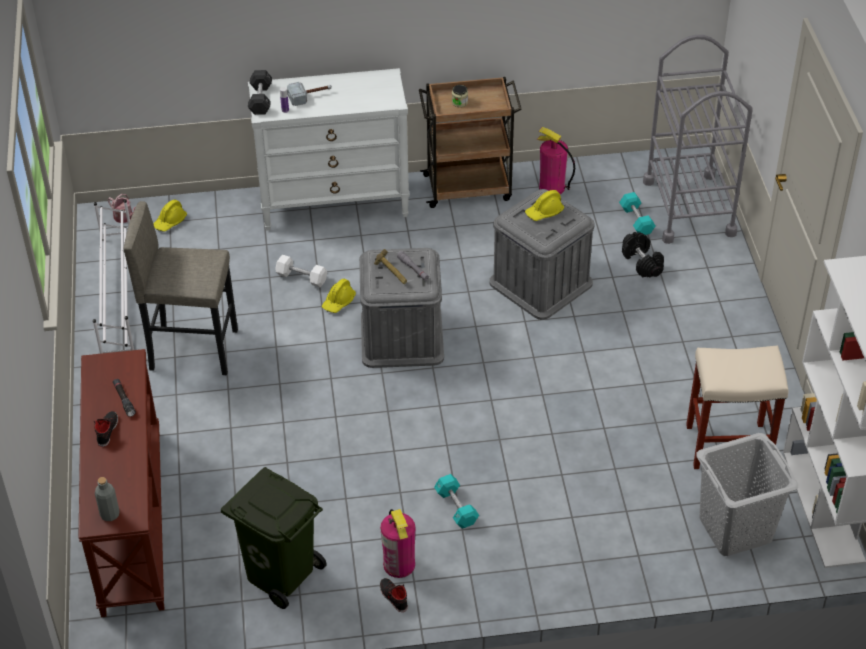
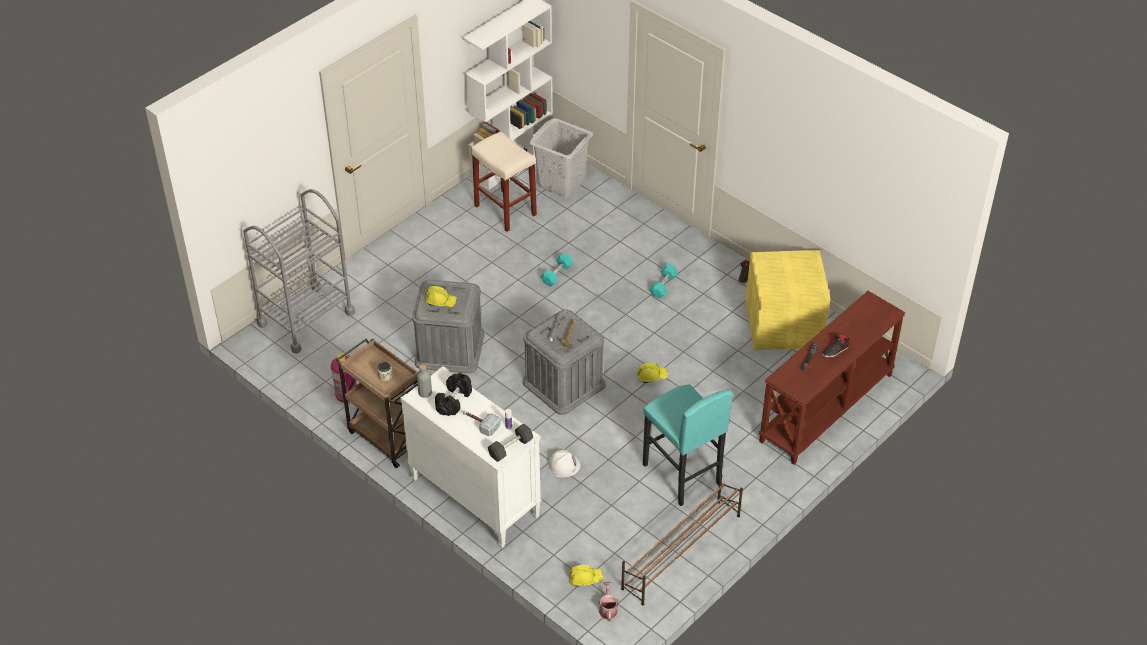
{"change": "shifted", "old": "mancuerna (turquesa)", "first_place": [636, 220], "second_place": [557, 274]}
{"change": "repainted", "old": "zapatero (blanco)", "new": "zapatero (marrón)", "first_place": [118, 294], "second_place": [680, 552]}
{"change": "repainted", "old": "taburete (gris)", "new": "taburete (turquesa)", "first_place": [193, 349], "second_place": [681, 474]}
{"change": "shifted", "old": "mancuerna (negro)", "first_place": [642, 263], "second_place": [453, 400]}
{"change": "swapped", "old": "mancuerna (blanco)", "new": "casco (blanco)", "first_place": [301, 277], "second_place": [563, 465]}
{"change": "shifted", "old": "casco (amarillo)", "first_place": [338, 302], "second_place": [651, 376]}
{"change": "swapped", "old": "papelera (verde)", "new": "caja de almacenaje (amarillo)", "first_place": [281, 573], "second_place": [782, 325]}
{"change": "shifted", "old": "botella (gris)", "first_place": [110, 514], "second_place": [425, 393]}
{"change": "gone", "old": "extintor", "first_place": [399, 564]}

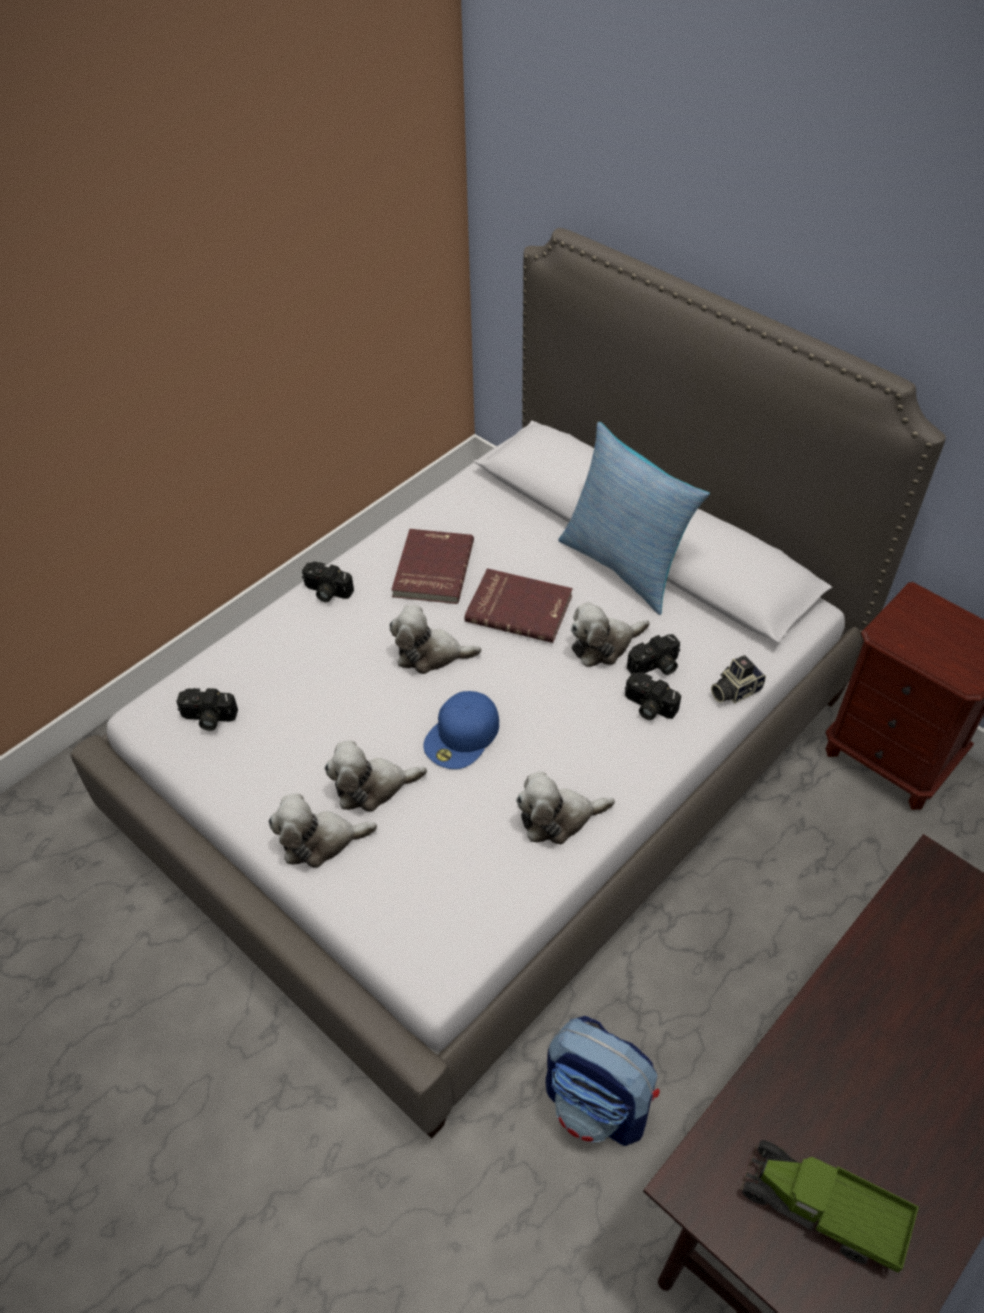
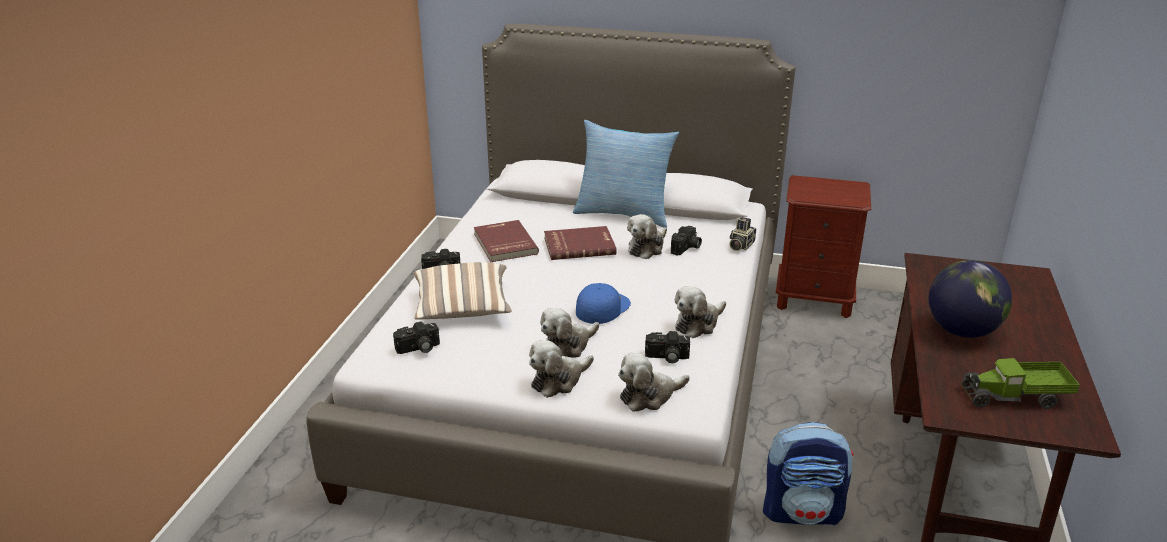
{"change": "shifted", "old": "peluche", "first_place": [430, 654], "second_place": [649, 396]}
{"change": "shifted", "old": "cámara", "first_place": [648, 707], "second_place": [666, 357]}
{"change": "rotated", "old": "gorra (azul)", "first_place": [462, 735], "second_place": [602, 307], "degrees": -150}
{"change": "new", "new": "globo terráqueo", "second_place": [961, 331]}
{"change": "new", "new": "cojín", "second_place": [463, 308]}

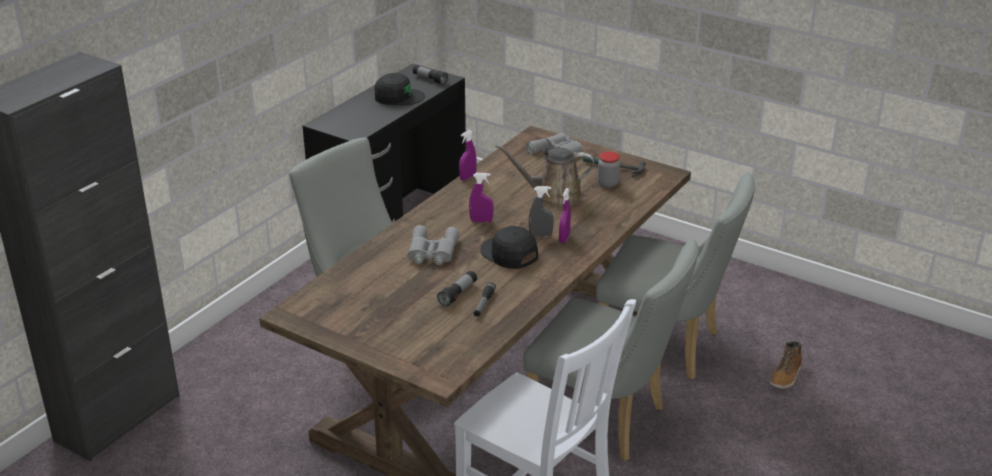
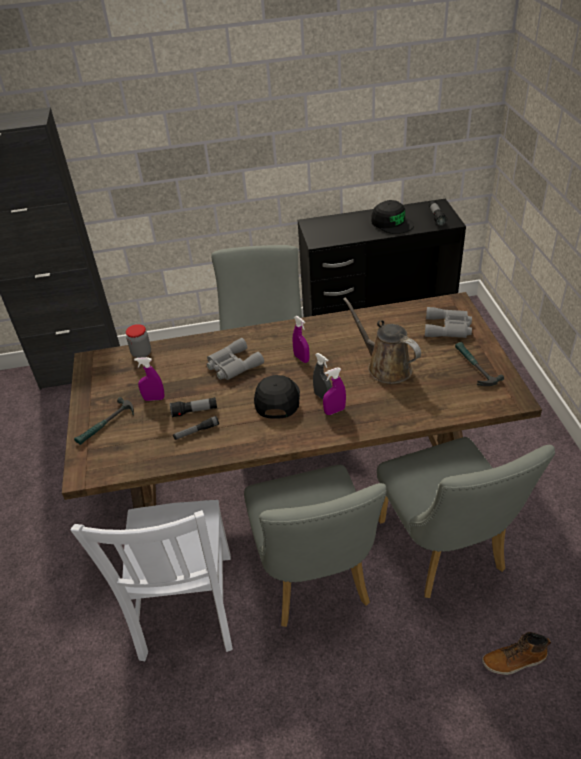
{"change": "shifted", "old": "pulverizador (morado)", "first_place": [467, 177], "second_place": [154, 398]}
{"change": "shifted", "old": "tarro", "first_place": [608, 183], "second_place": [141, 353]}
{"change": "new", "new": "martillo", "second_place": [106, 425]}

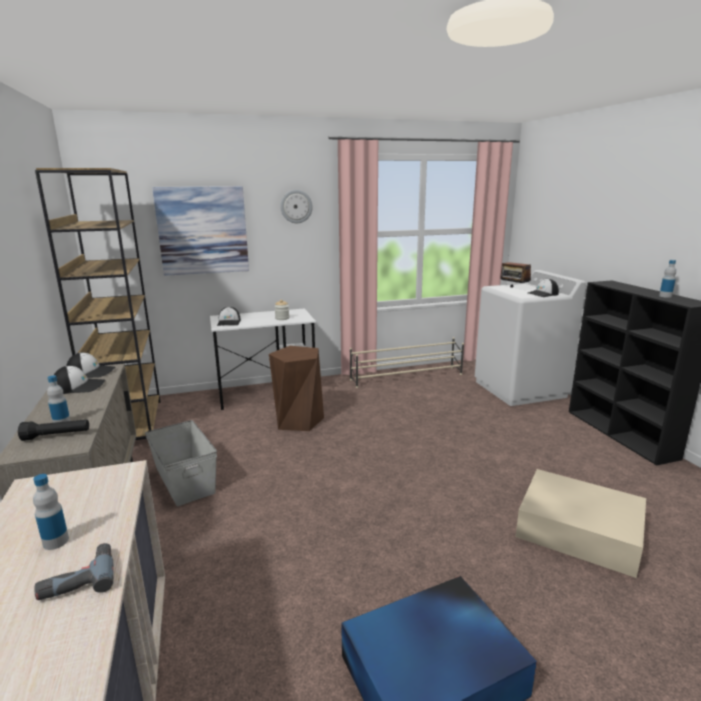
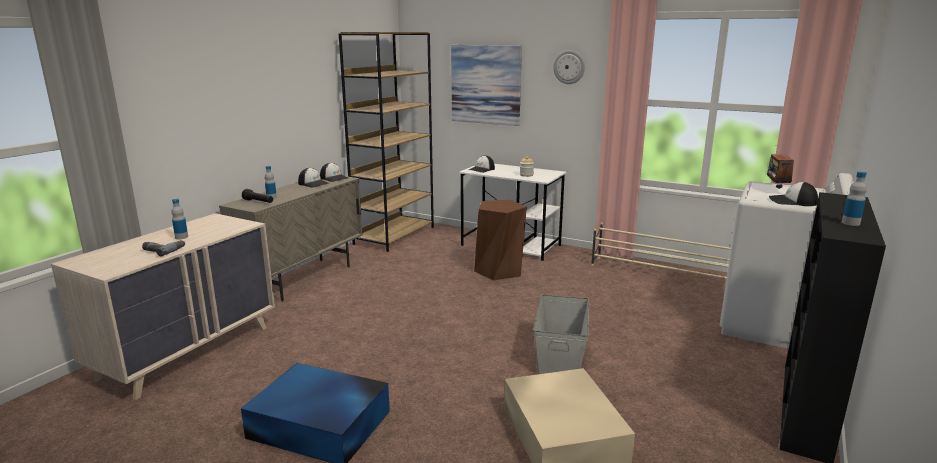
{"change": "shifted", "old": "caja de almacenaje (gris)", "first_place": [185, 479], "second_place": [561, 354]}

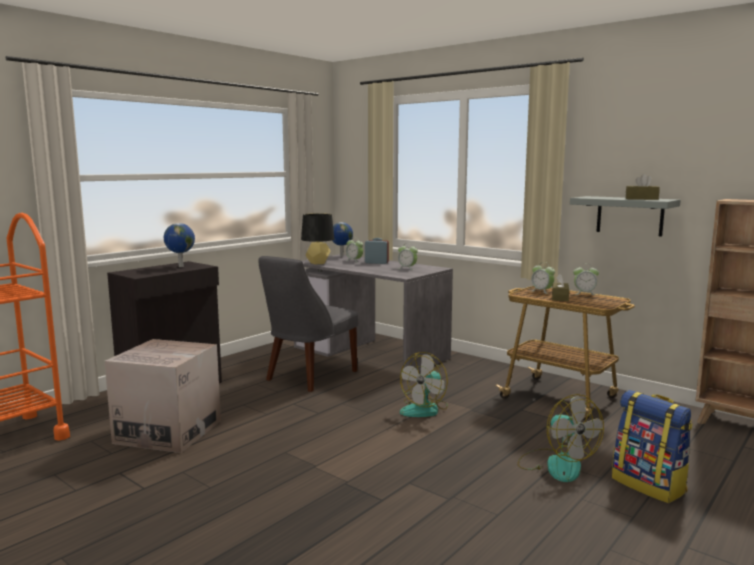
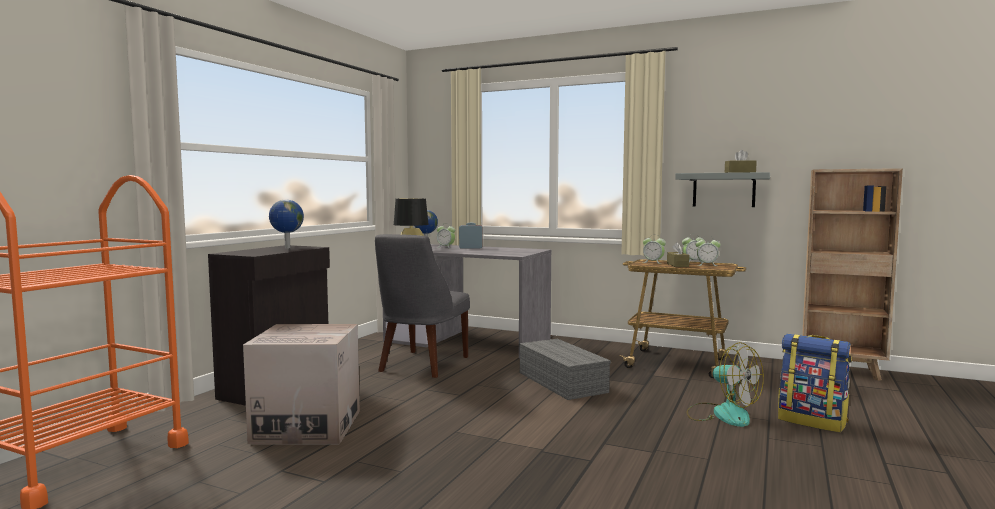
{"change": "shifted", "old": "despertador", "first_place": [407, 268], "second_place": [707, 265]}
{"change": "swapped", "old": "ventilador", "new": "caja de almacenaje (gris)", "first_place": [425, 409], "second_place": [563, 382]}

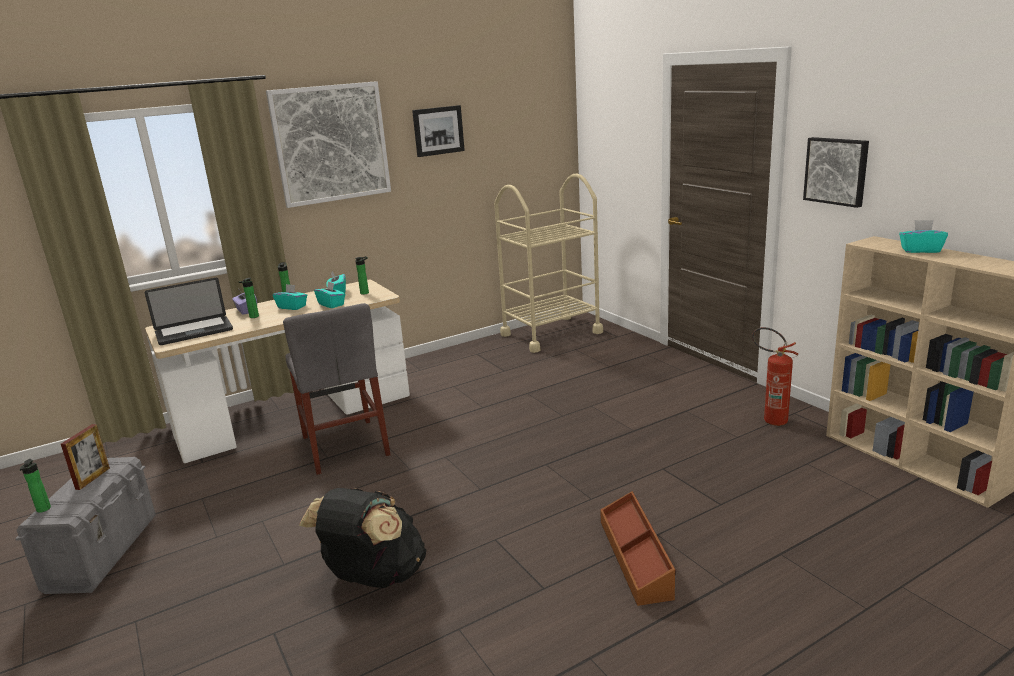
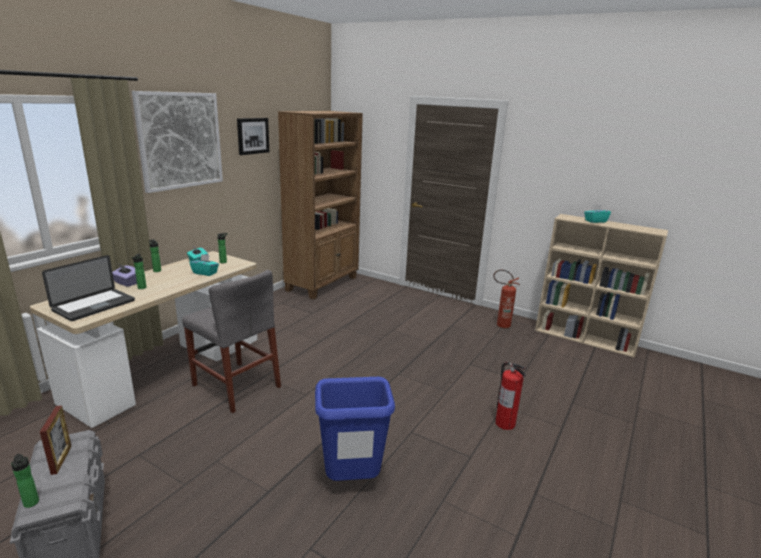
{"change": "gone", "old": "cuadro", "first_place": [837, 171]}
{"change": "swapped", "old": "carrito (beis)", "new": "estantería (marrón)", "first_place": [551, 333], "second_place": [323, 284]}
{"change": "gone", "old": "caja de pañuelos (turquesa)", "first_place": [292, 307]}
{"change": "swapped", "old": "mochila (negro)", "new": "papelera (azul)", "first_place": [373, 577], "second_place": [351, 481]}
{"change": "swapped", "old": "caja de almacenaje (marrón)", "new": "extintor", "first_place": [636, 558], "second_place": [504, 423]}

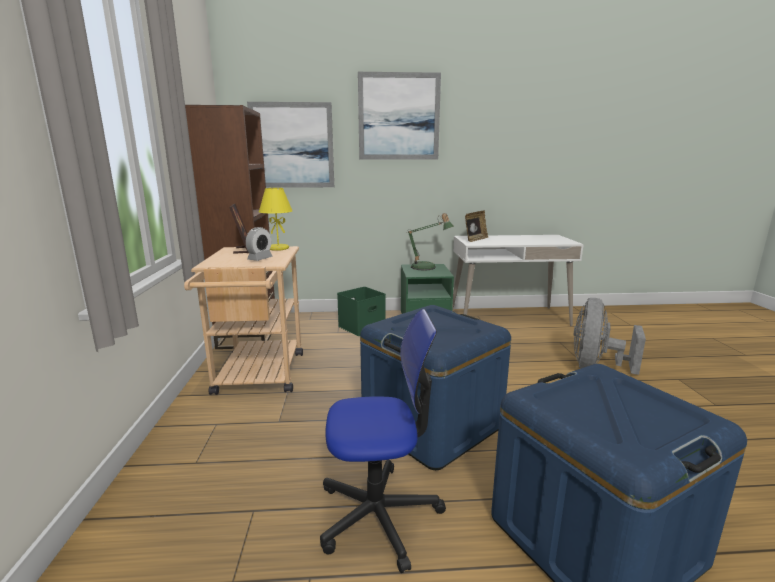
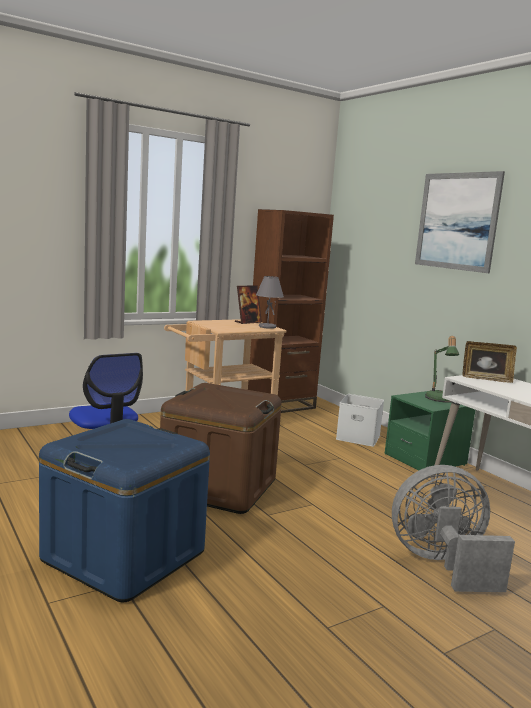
{"change": "gone", "old": "cuadro", "first_place": [292, 145]}
{"change": "repainted", "old": "lámpara de mesa (amarillo)", "new": "lámpara de mesa (gris)", "first_place": [278, 248], "second_place": [267, 327]}
{"change": "gone", "old": "despertador", "first_place": [260, 258]}
{"change": "repainted", "old": "caja de almacenaje (verde)", "new": "caja de almacenaje (blanco)", "first_place": [362, 326], "second_place": [359, 437]}
{"change": "repainted", "old": "caja de almacenaje (azul)", "new": "caja de almacenaje (marrón)", "first_place": [431, 424], "second_place": [218, 487]}

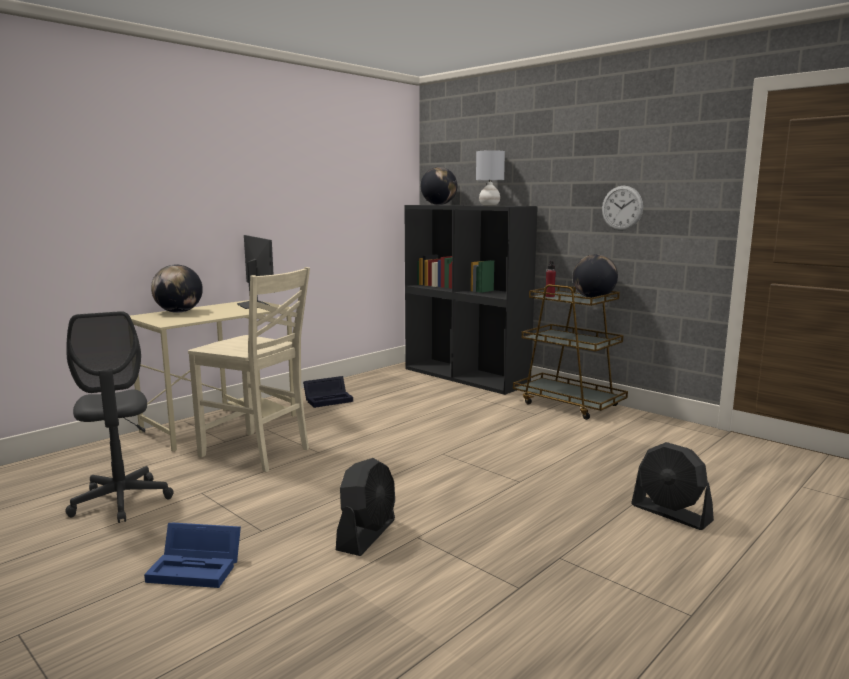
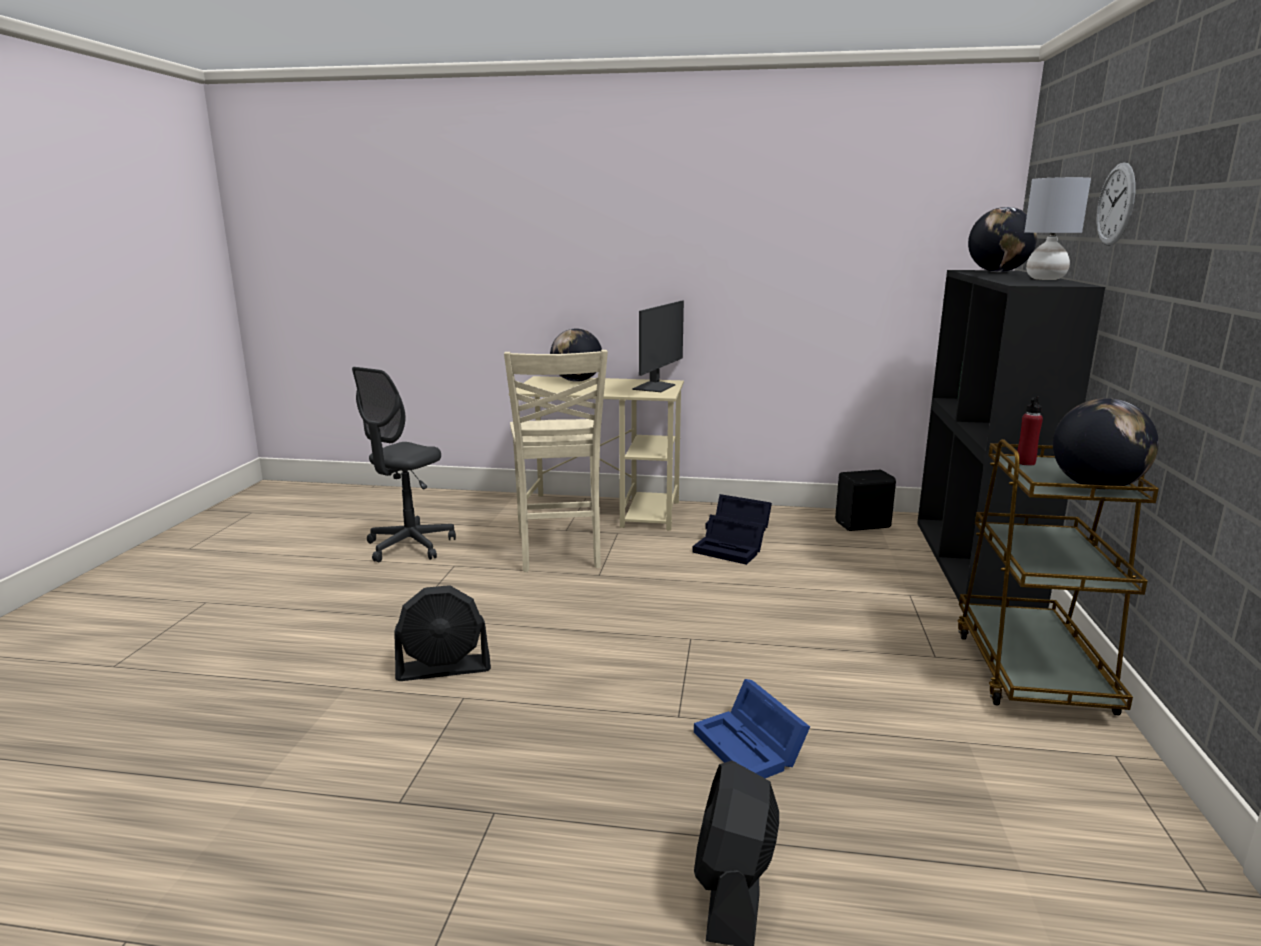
{"change": "shifted", "old": "reloj de pared", "first_place": [622, 208], "second_place": [1116, 204]}
{"change": "shifted", "old": "caja de almacenaje (azul)", "first_place": [198, 568], "second_place": [751, 748]}
{"change": "new", "new": "altavoz (negro)", "second_place": [864, 525]}
{"change": "new", "new": "caja de almacenaje (negro)", "second_place": [730, 550]}

